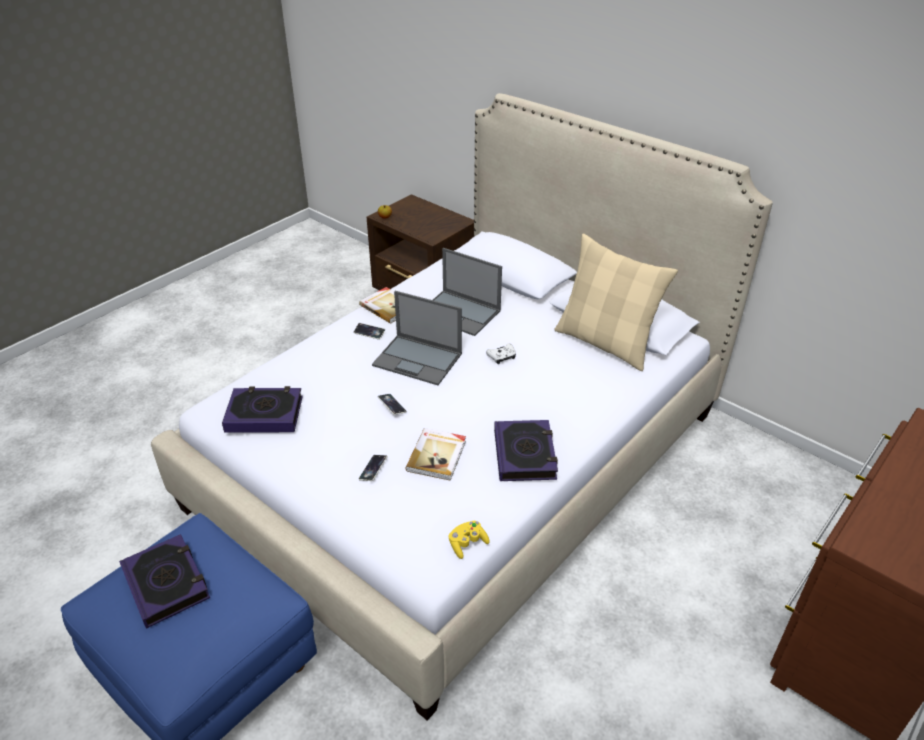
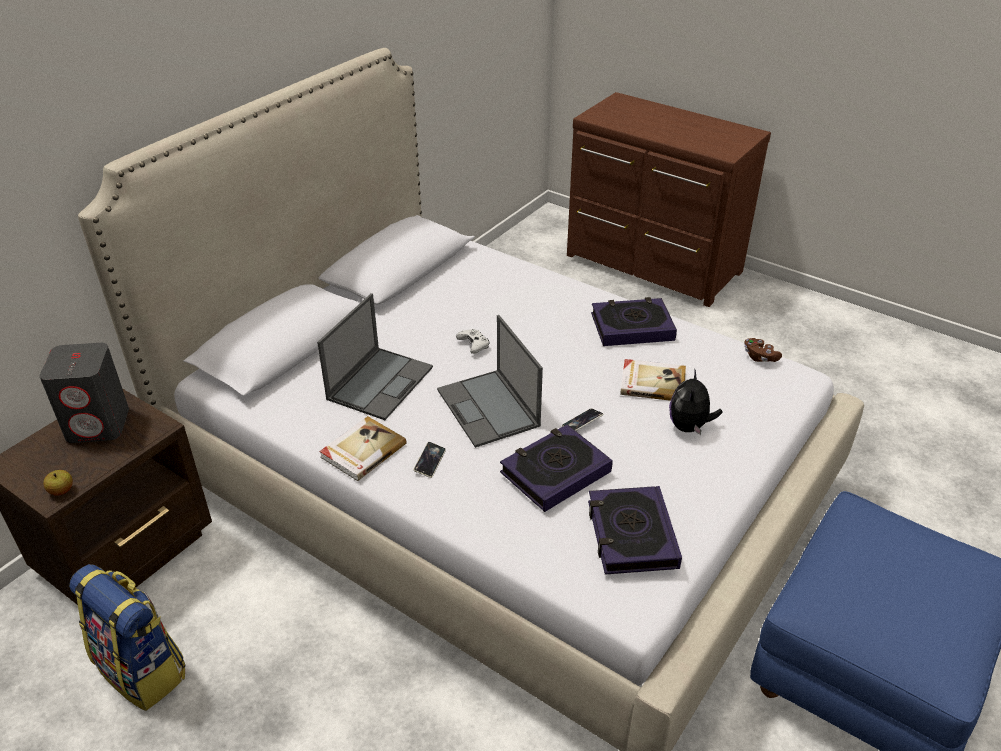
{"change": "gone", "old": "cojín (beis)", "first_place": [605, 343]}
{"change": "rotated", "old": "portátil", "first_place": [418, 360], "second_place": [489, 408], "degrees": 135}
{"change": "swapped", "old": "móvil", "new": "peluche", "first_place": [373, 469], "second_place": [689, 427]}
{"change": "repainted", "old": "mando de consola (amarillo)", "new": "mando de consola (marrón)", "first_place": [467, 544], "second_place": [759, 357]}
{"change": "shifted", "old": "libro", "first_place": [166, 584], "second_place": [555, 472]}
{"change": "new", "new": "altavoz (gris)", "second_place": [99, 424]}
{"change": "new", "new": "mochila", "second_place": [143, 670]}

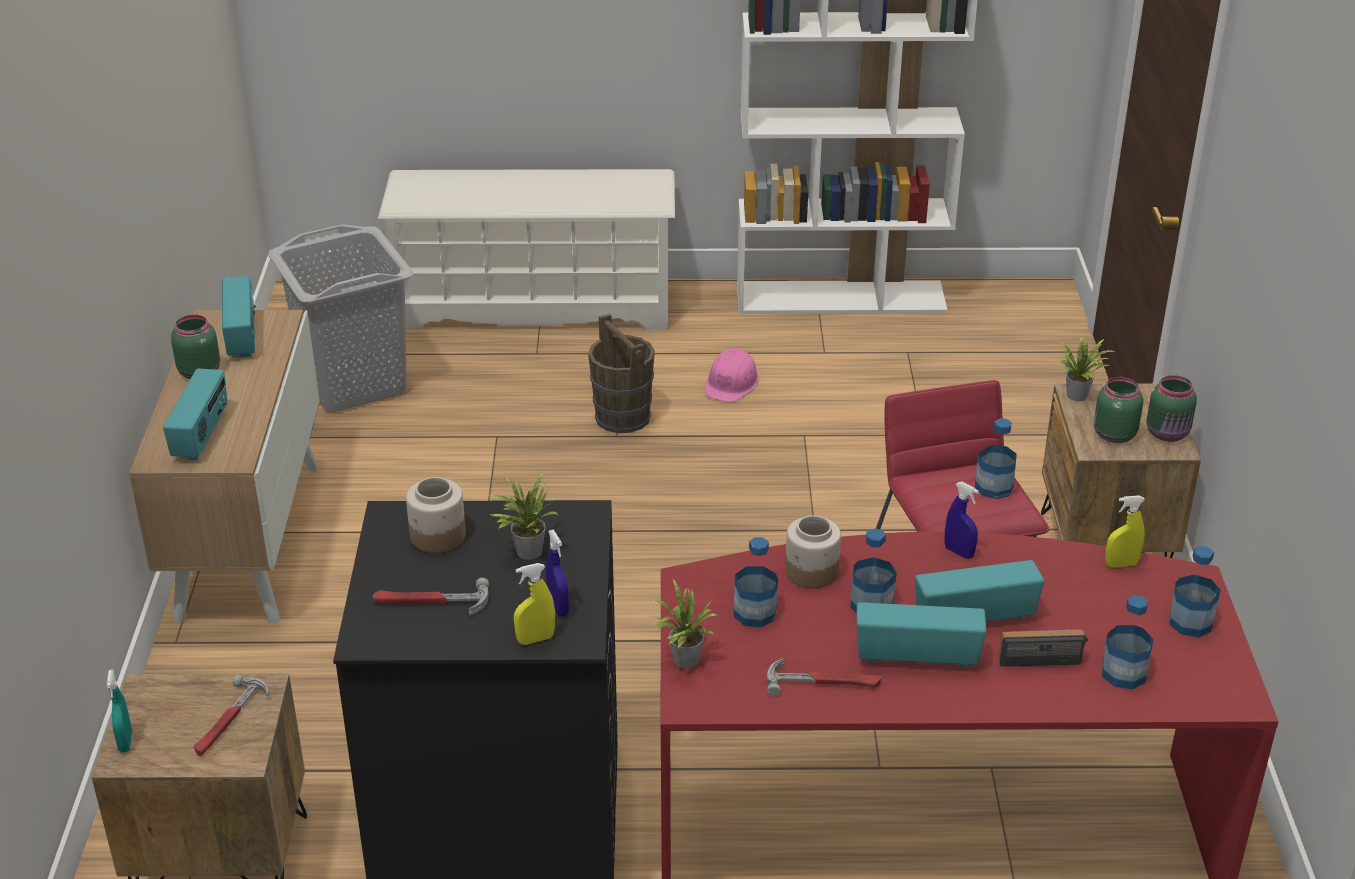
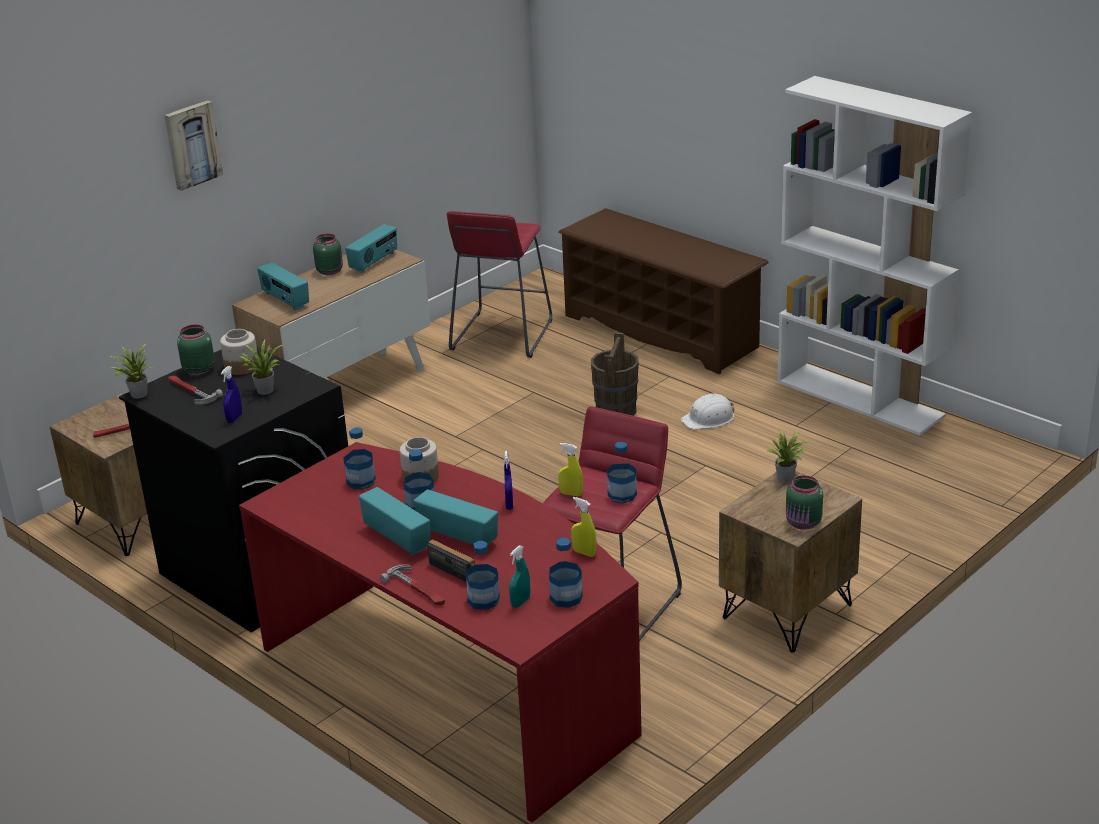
{"change": "repainted", "old": "zapatero (blanco)", "new": "zapatero (marrón)", "first_place": [535, 305], "second_place": [662, 331]}
{"change": "swapped", "old": "cesto de la ropa (gris)", "new": "taburete (rojo)", "first_place": [354, 384], "second_place": [502, 335]}
{"change": "repainted", "old": "casco (rosa)", "new": "casco (blanco)", "first_place": [731, 383], "second_place": [709, 419]}
{"change": "rotated", "old": "radio", "first_place": [202, 435], "second_place": [285, 300], "degrees": 90}
{"change": "shifted", "old": "tarro (verde)", "first_place": [1113, 435], "second_place": [198, 369]}
{"change": "shifted", "old": "pulverizador (amarillo)", "first_place": [535, 639], "second_place": [571, 494]}
{"change": "shifted", "old": "planta en maceta", "first_place": [682, 660], "second_place": [137, 394]}
{"change": "shifted", "old": "martillo", "first_place": [823, 682], "second_place": [417, 589]}
{"change": "shifted", "old": "pulverizador (turquesa)", "first_place": [125, 742], "second_place": [520, 602]}
{"change": "new", "new": "cuadro", "second_place": [192, 144]}

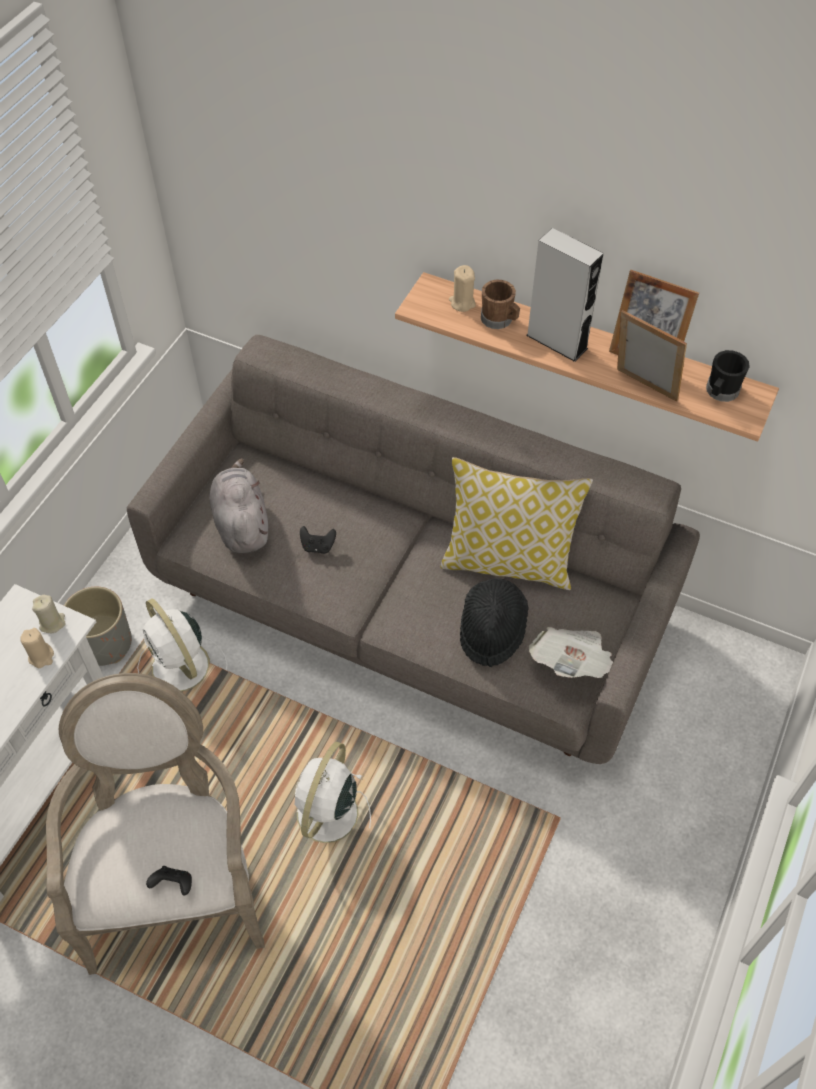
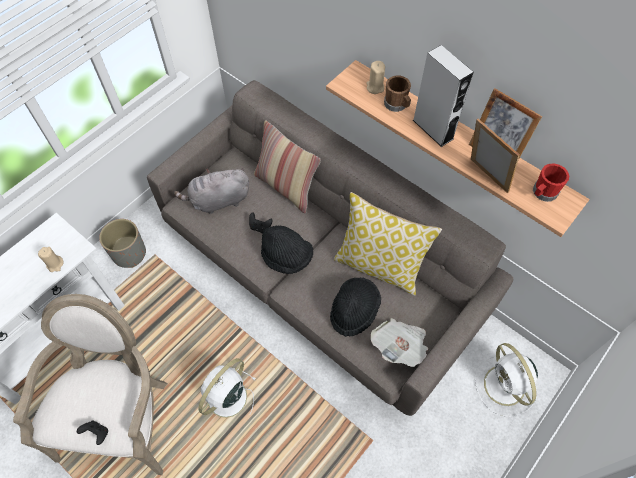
{"change": "repainted", "old": "taza grande (negro)", "new": "taza grande (rojo)", "first_place": [720, 392], "second_place": [543, 193]}
{"change": "rotated", "old": "peluche (gris)", "first_place": [241, 523], "second_place": [218, 201], "degrees": -105}
{"change": "gone", "old": "vela (beis)", "first_place": [52, 623]}
{"change": "shifted", "old": "ventilador (blanco)", "first_place": [182, 669], "second_place": [505, 387]}
{"change": "new", "new": "cojín", "second_place": [286, 187]}
{"change": "new", "new": "sombrero (negro)", "second_place": [287, 257]}

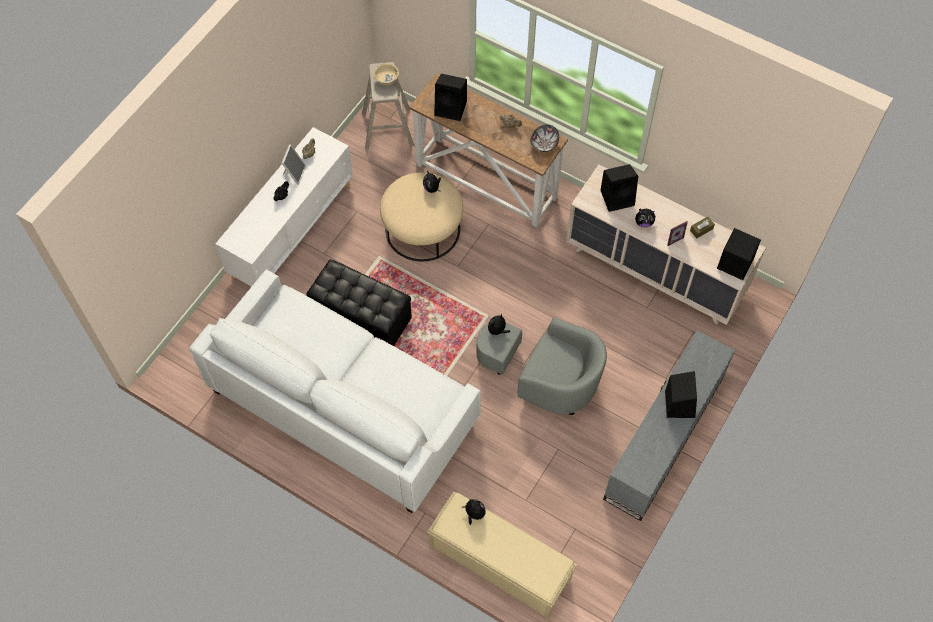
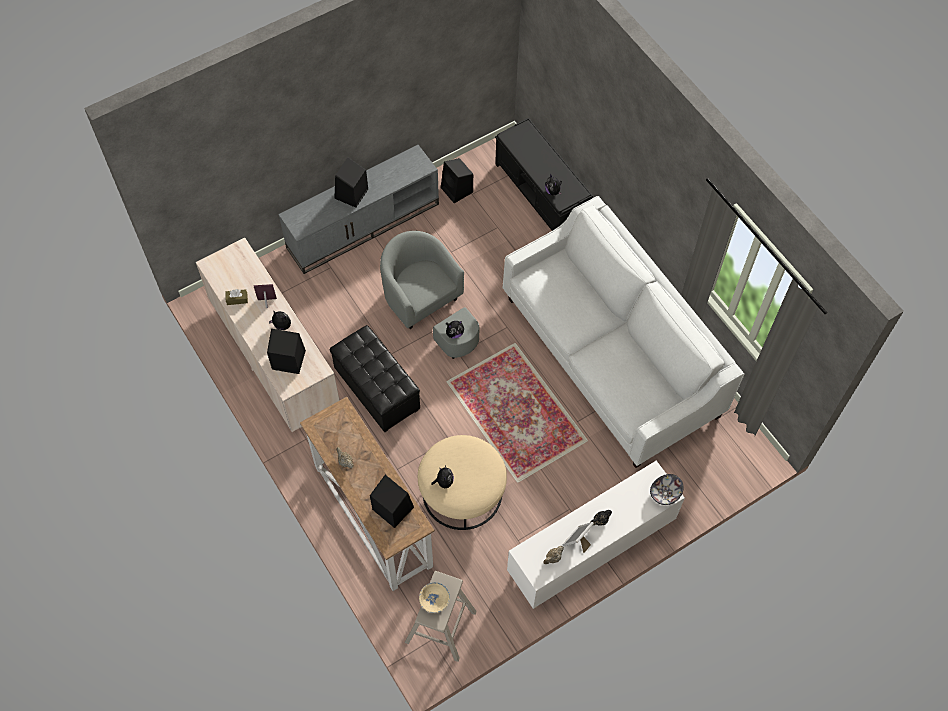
{"change": "shifted", "old": "cuenco", "first_place": [544, 144], "second_place": [665, 493]}
{"change": "shifted", "old": "altavoz (negro)", "first_place": [734, 264], "second_place": [457, 190]}
{"change": "shifted", "old": "puf (negro)", "first_place": [362, 318], "second_place": [376, 391]}
{"change": "repainted", "old": "banco (beis)", "new": "banco (negro)", "first_place": [499, 564], "second_place": [541, 194]}

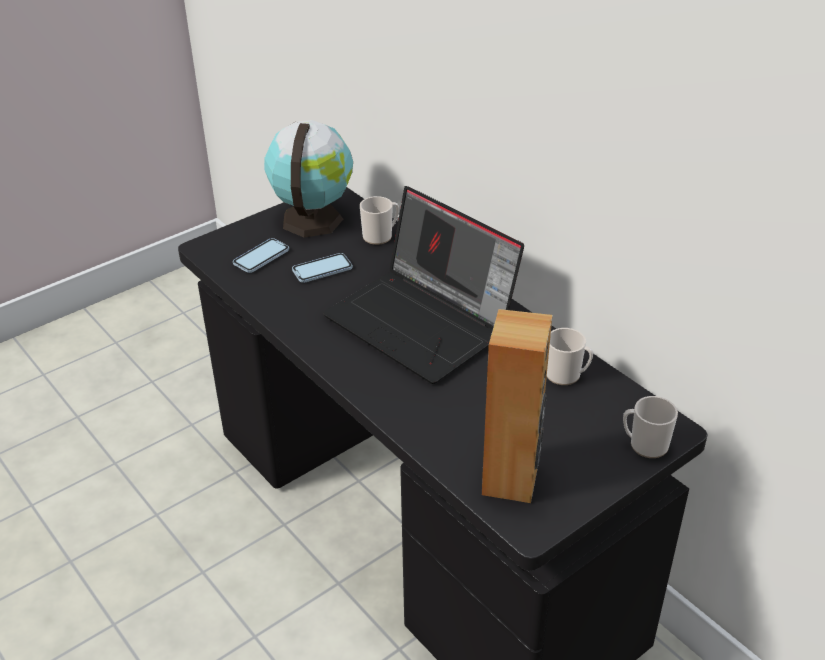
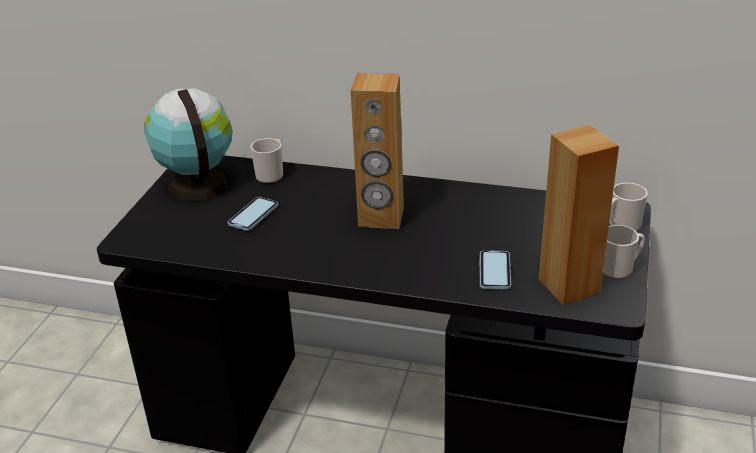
{"change": "swapped", "old": "portátil", "new": "altavoz (marrón)", "first_place": [423, 322], "second_place": [381, 218]}
{"change": "shifted", "old": "móvil", "first_place": [261, 257], "second_place": [494, 271]}
{"change": "shifted", "old": "taza grande", "first_place": [566, 375], "second_place": [619, 269]}

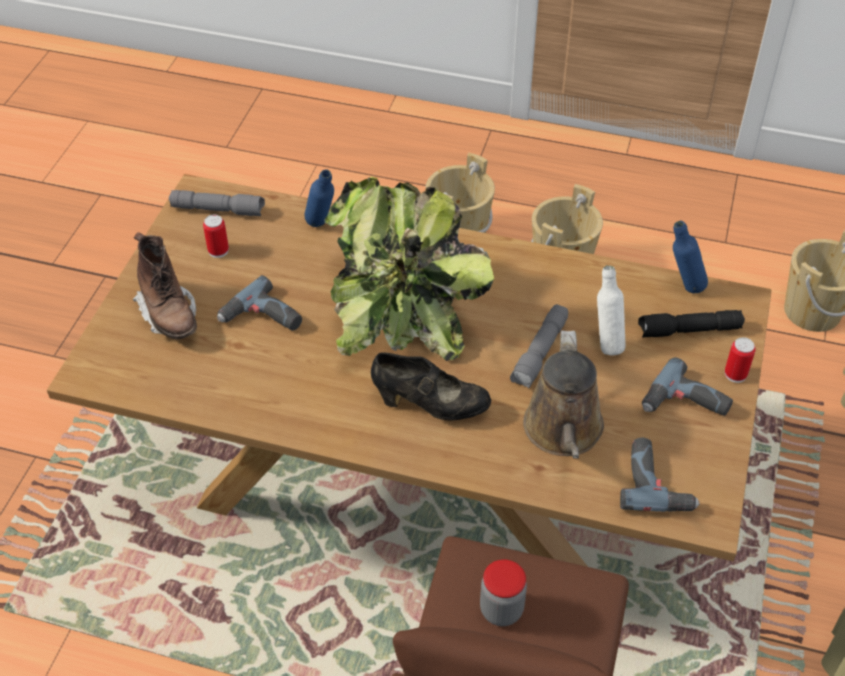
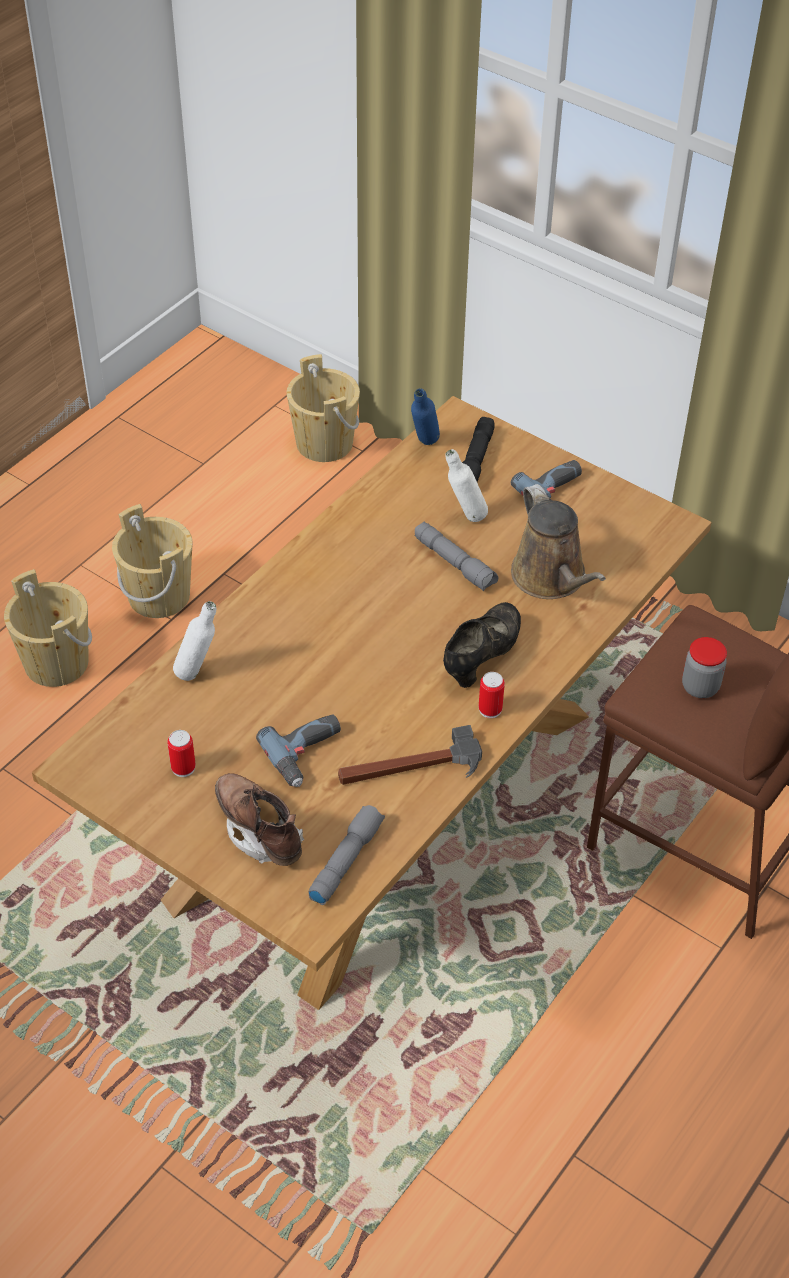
{"change": "repainted", "old": "botella (azul)", "new": "botella (blanco)", "first_place": [322, 227], "second_place": [198, 672]}
{"change": "gone", "old": "planta en maceta", "first_place": [397, 315]}
{"change": "shifted", "old": "linterna (gris)", "first_place": [219, 209], "second_place": [345, 860]}
{"change": "rotated", "old": "bota (marrón)", "first_place": [169, 314], "second_place": [259, 831], "degrees": -120}
{"change": "rotated", "old": "regadera (marrón)", "first_place": [563, 432], "second_place": [551, 578], "degrees": 45}
{"change": "shifted", "old": "lata", "first_place": [735, 374], "second_place": [490, 709]}
{"change": "gone", "old": "taladro", "first_place": [656, 482]}
{"change": "new", "new": "martillo", "second_place": [410, 768]}

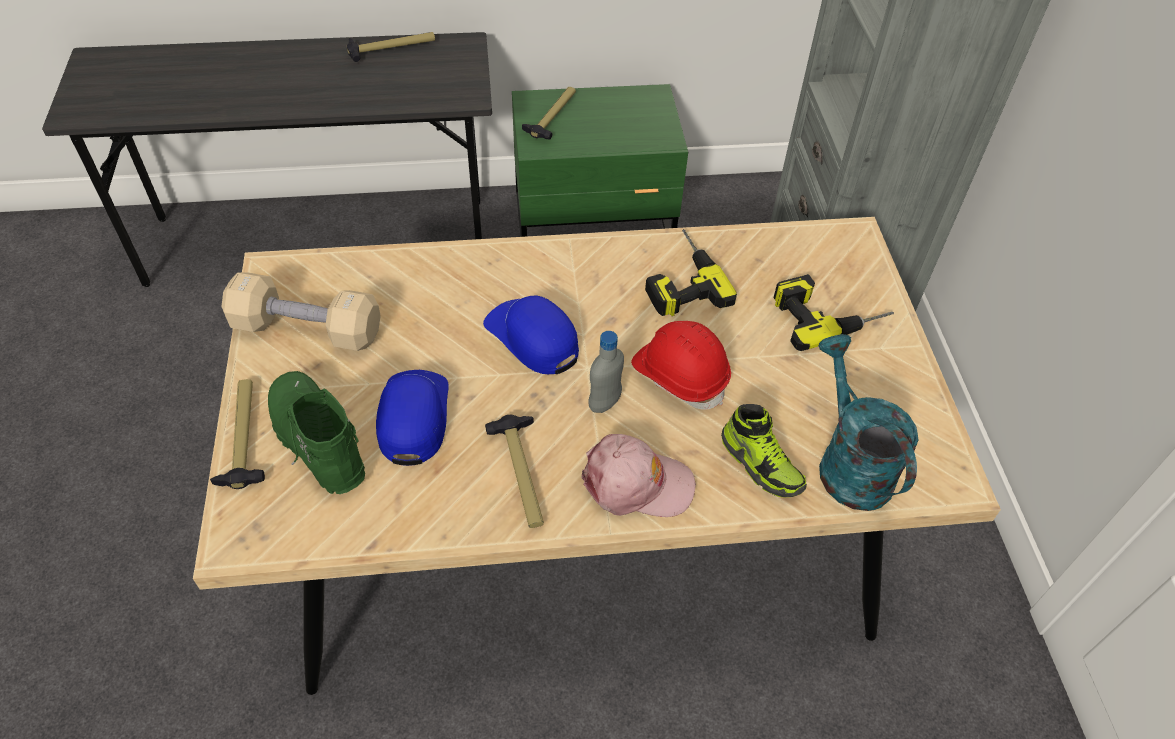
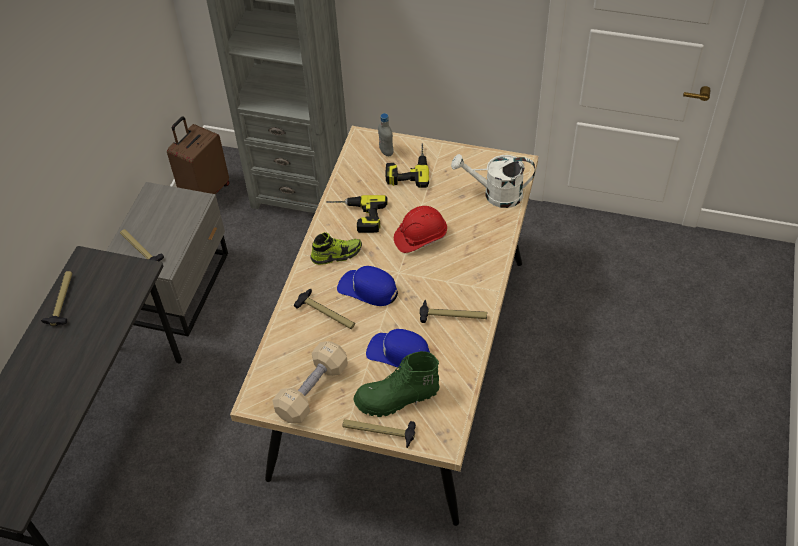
{"change": "repainted", "old": "mesita de noche (verde)", "new": "mesita de noche (gris)", "first_place": [596, 224], "second_place": [179, 286]}
{"change": "rotated", "old": "gorra (azul)", "first_place": [533, 338], "second_place": [368, 289], "degrees": 45}
{"change": "shifted", "old": "botella (gris)", "first_place": [604, 402], "second_place": [386, 152]}
{"change": "repainted", "old": "regadera (turquesa)", "new": "regadera (blanco)", "first_place": [848, 462], "second_place": [495, 194]}
{"change": "shifted", "old": "zapato", "first_place": [761, 464], "second_place": [336, 254]}
{"change": "gone", "old": "gorra (rosa)", "first_place": [636, 483]}
{"change": "new", "new": "maleta (marrón)", "second_place": [205, 191]}
{"change": "new", "new": "martillo", "second_place": [326, 313]}

